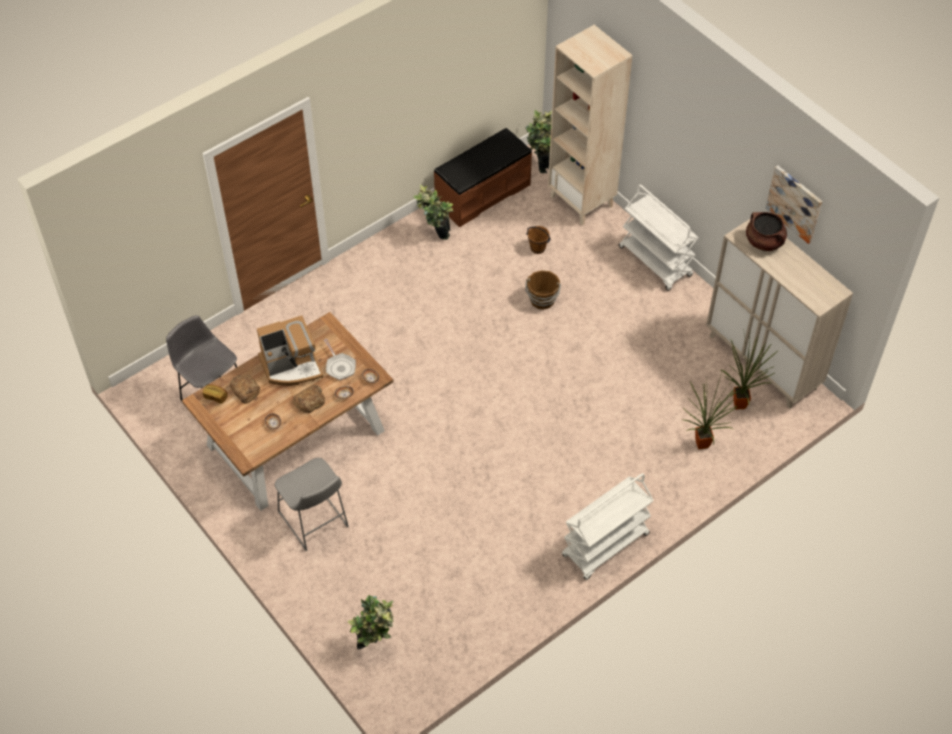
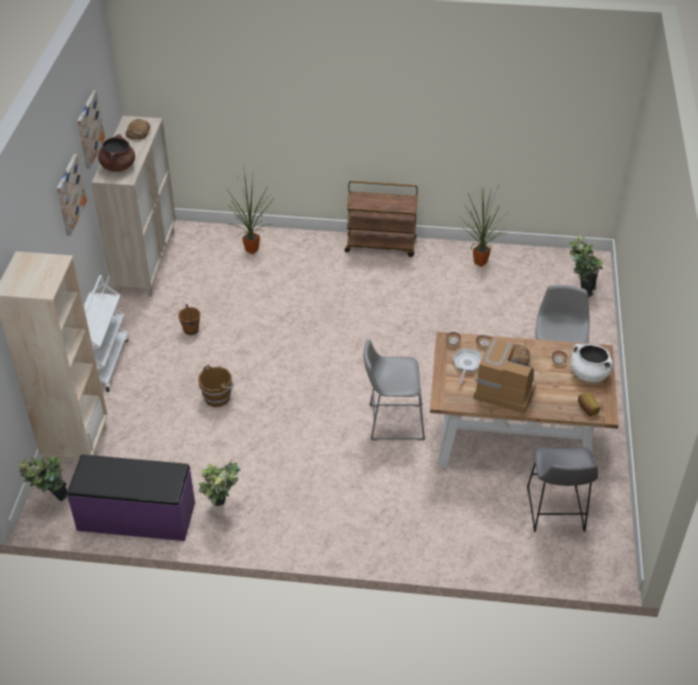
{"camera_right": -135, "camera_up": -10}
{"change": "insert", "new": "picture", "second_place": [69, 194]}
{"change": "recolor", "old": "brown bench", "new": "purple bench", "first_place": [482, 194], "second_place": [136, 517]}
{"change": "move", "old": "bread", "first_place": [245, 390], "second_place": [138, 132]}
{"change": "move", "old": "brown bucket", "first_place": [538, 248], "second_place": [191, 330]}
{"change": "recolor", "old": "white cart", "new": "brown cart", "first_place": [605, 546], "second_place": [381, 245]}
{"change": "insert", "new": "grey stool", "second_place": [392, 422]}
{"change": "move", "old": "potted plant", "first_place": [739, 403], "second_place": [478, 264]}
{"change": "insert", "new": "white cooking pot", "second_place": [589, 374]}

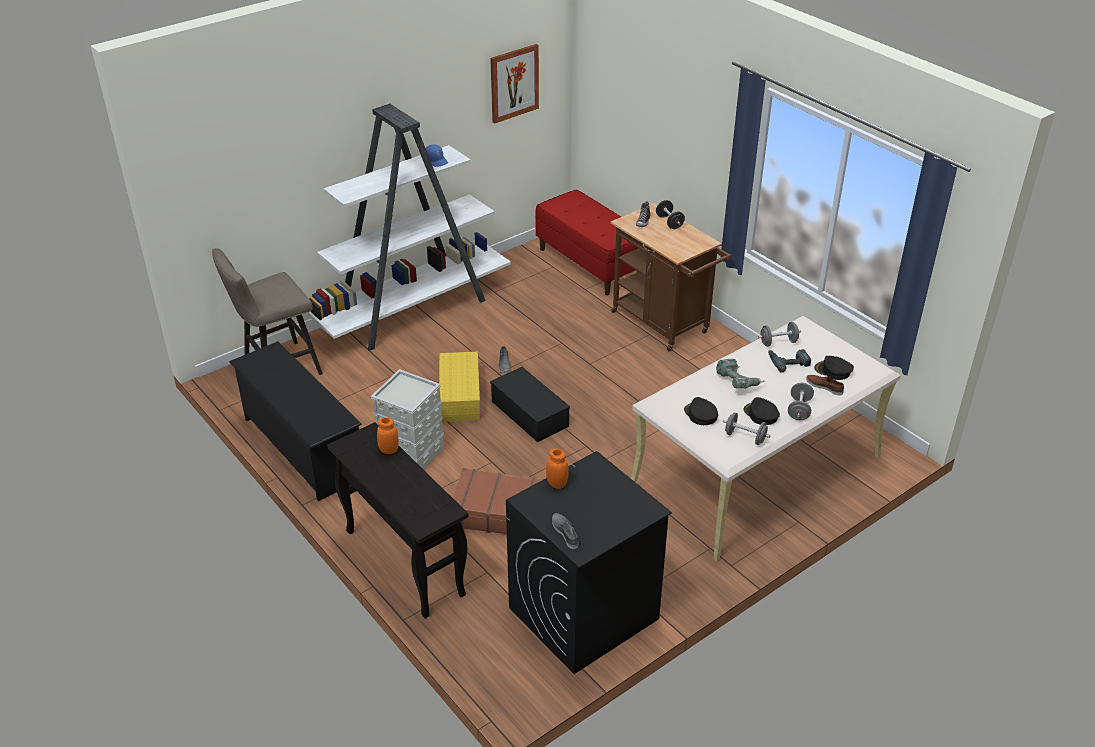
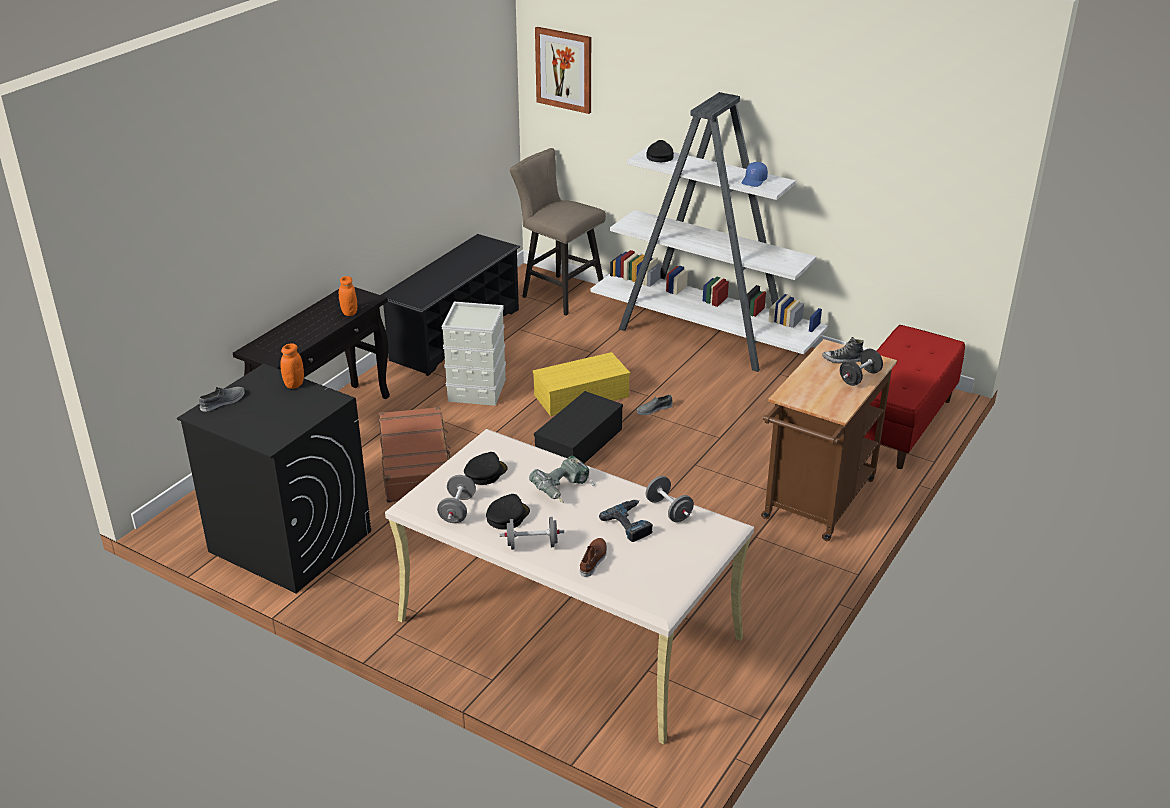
{"camera_right": 70, "camera_up": -5}
{"change": "move", "old": "picture", "first_place": [514, 83], "second_place": [564, 69]}
{"change": "move", "old": "black cap", "first_place": [833, 371], "second_place": [659, 156]}

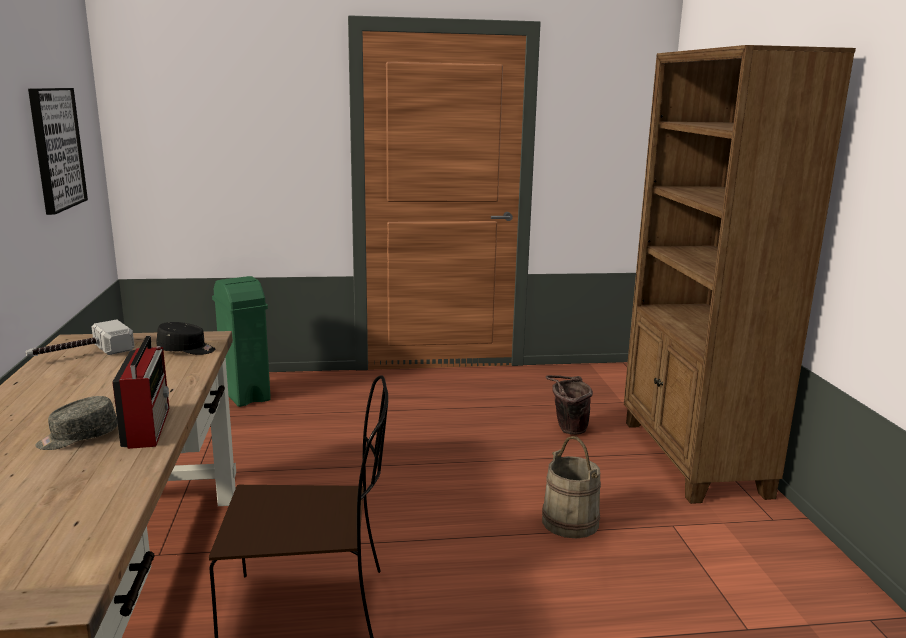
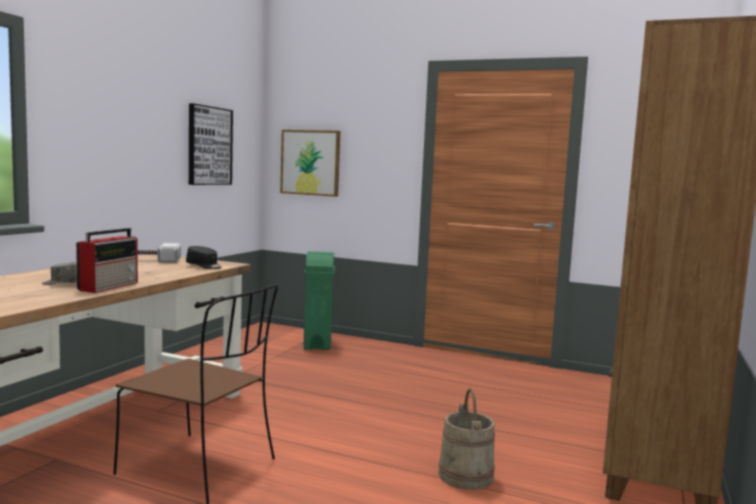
{"camera_right": 30, "camera_up": -10}
{"change": "insert", "new": "picture", "second_place": [310, 162]}
{"change": "delete", "old": "brown bucket", "first_place": [567, 429]}

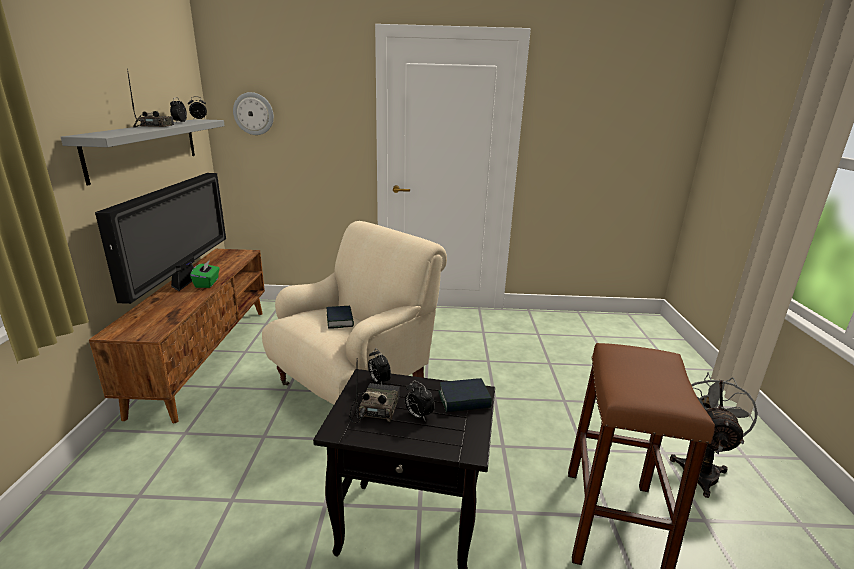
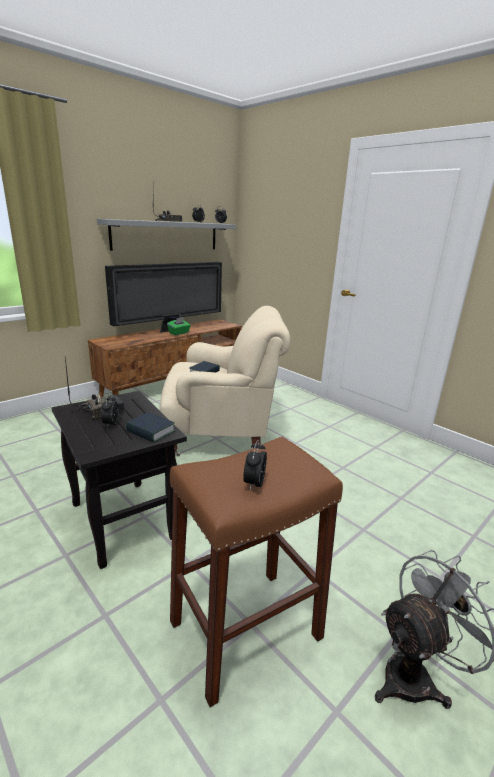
{"camera_right": 45, "camera_up": 0}
{"change": "move", "old": "alarm clock", "first_place": [378, 381], "second_place": [254, 483]}
{"change": "delete", "old": "wall clock", "first_place": [253, 113]}

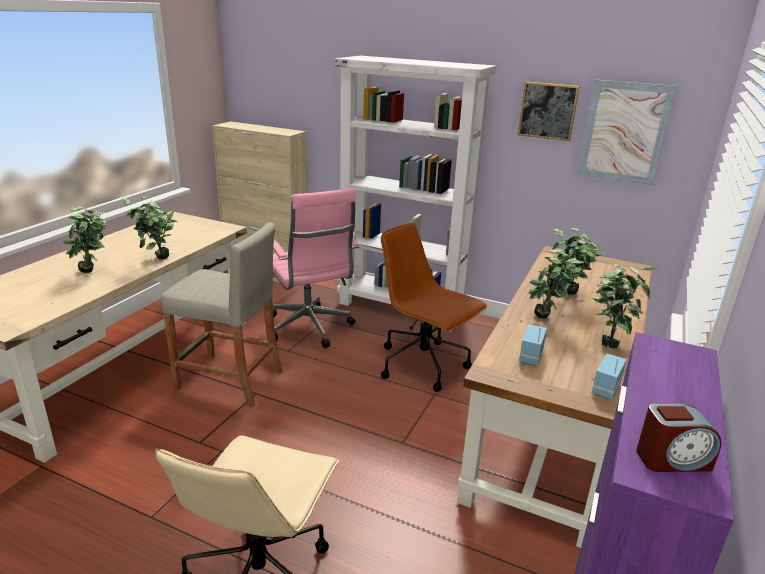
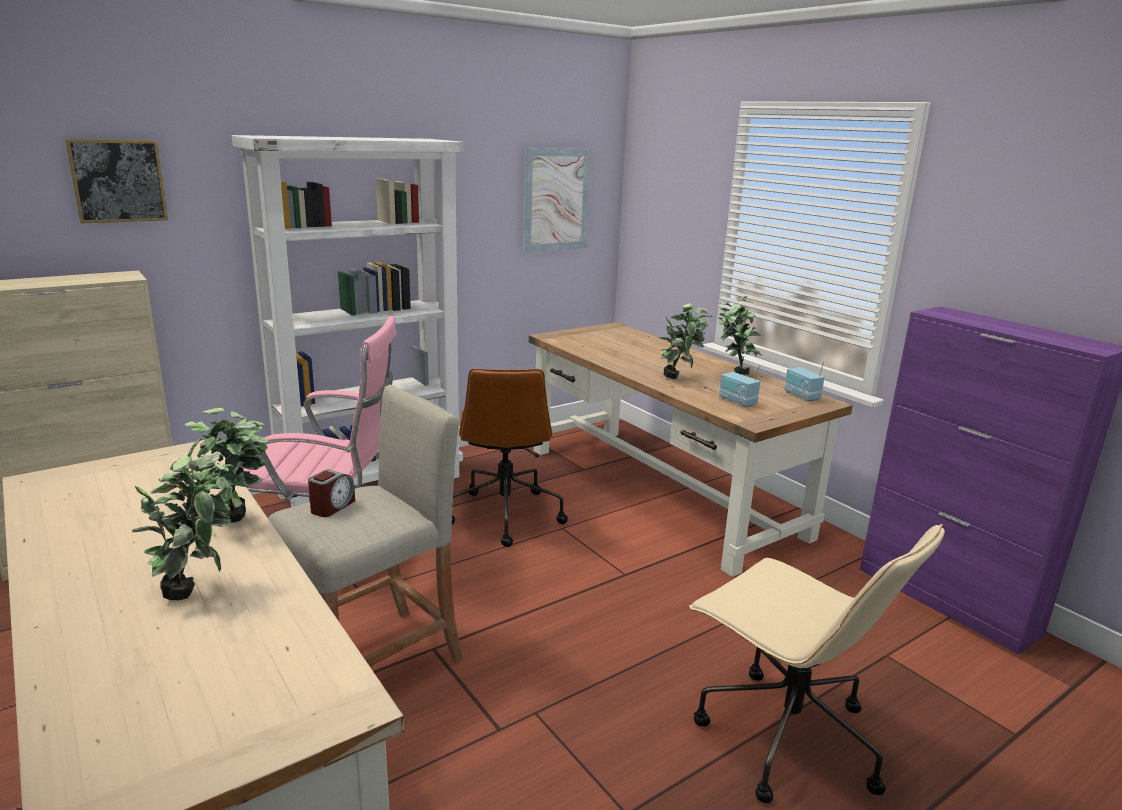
{"camera_right": -60, "camera_up": -5}
{"change": "move", "old": "picture", "first_place": [548, 111], "second_place": [118, 181]}
{"change": "move", "old": "alarm clock", "first_place": [672, 459], "second_place": [332, 507]}
{"change": "rotate", "old": "brown office chair", "first_place": [424, 365], "second_place": [504, 514], "degrees": -75}
{"change": "delete", "old": "potted plant", "first_place": [568, 295]}

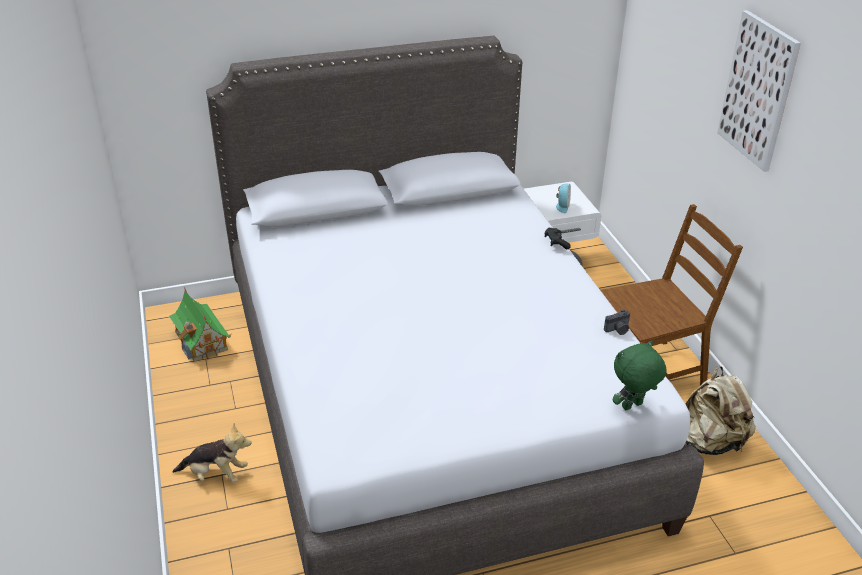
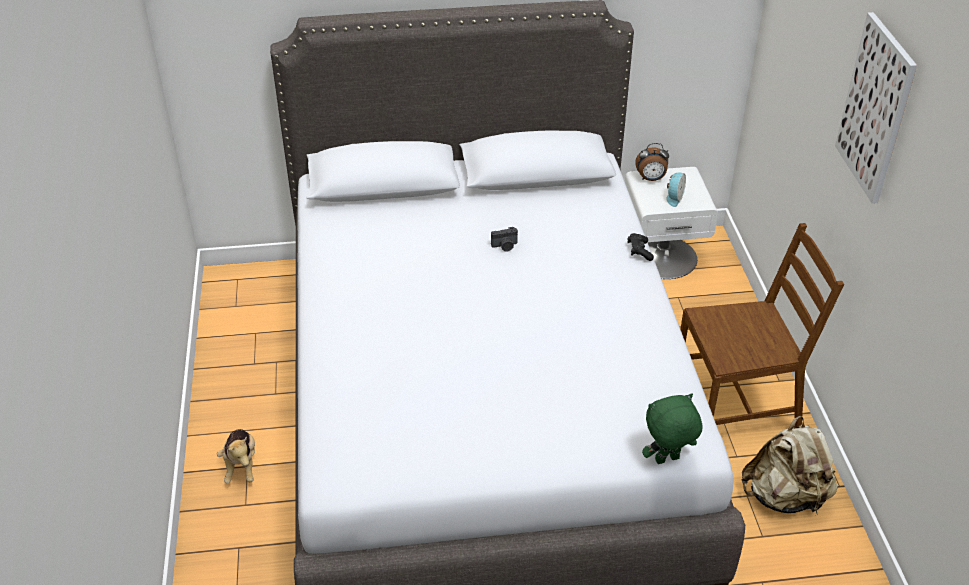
{"camera_right": 10, "camera_up": 5}
{"change": "rotate", "old": "plush toy", "first_place": [216, 474], "second_place": [241, 465], "degrees": 60}
{"change": "move", "old": "photo camera", "first_place": [618, 330], "second_place": [505, 246]}
{"change": "insert", "new": "alarm clock", "second_place": [651, 179]}
{"change": "delete", "old": "toy house", "first_place": [201, 341]}

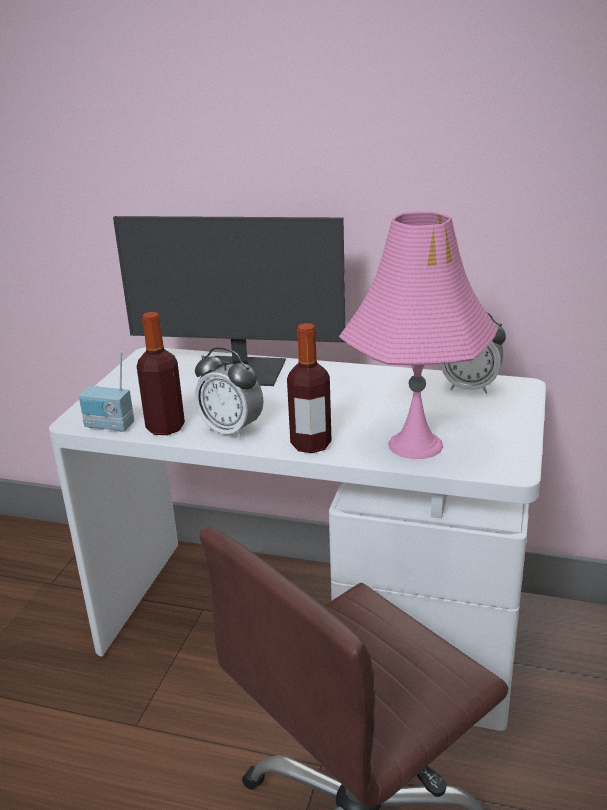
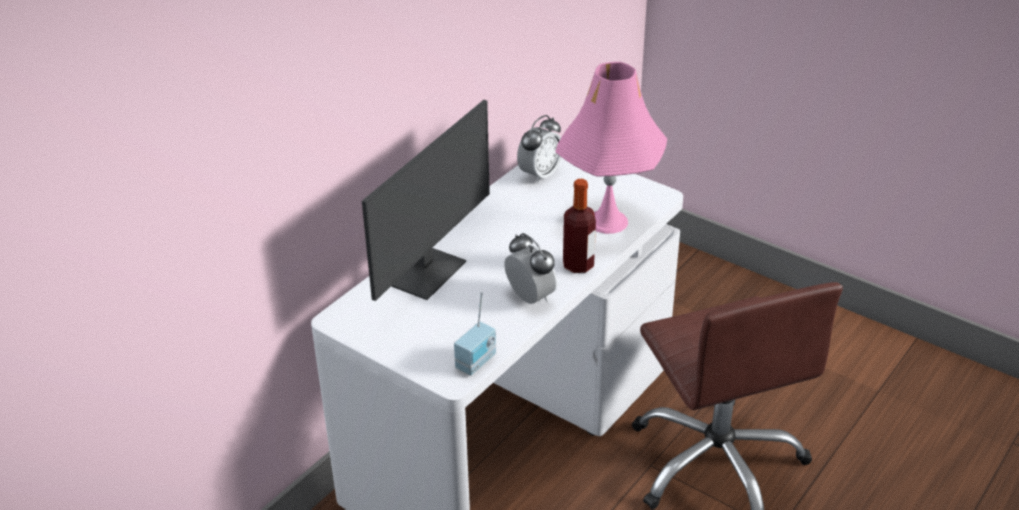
{"camera_right": -70, "camera_up": 10}
{"change": "rotate", "old": "alarm clock", "first_place": [231, 430], "second_place": [530, 297], "degrees": -90}
{"change": "delete", "old": "bottle", "first_place": [165, 428]}

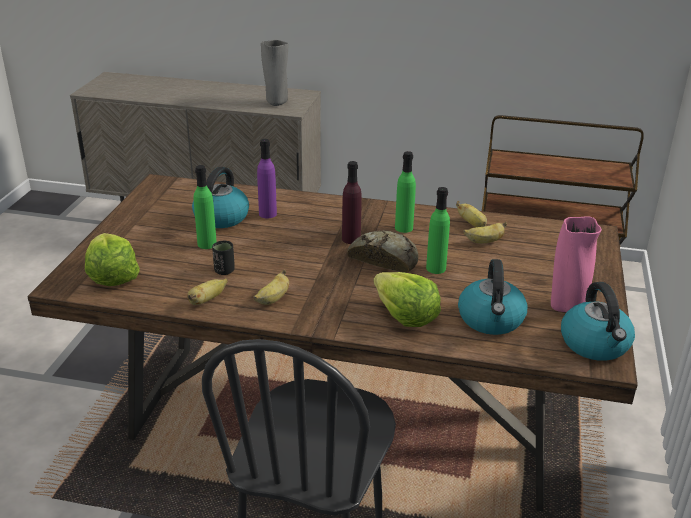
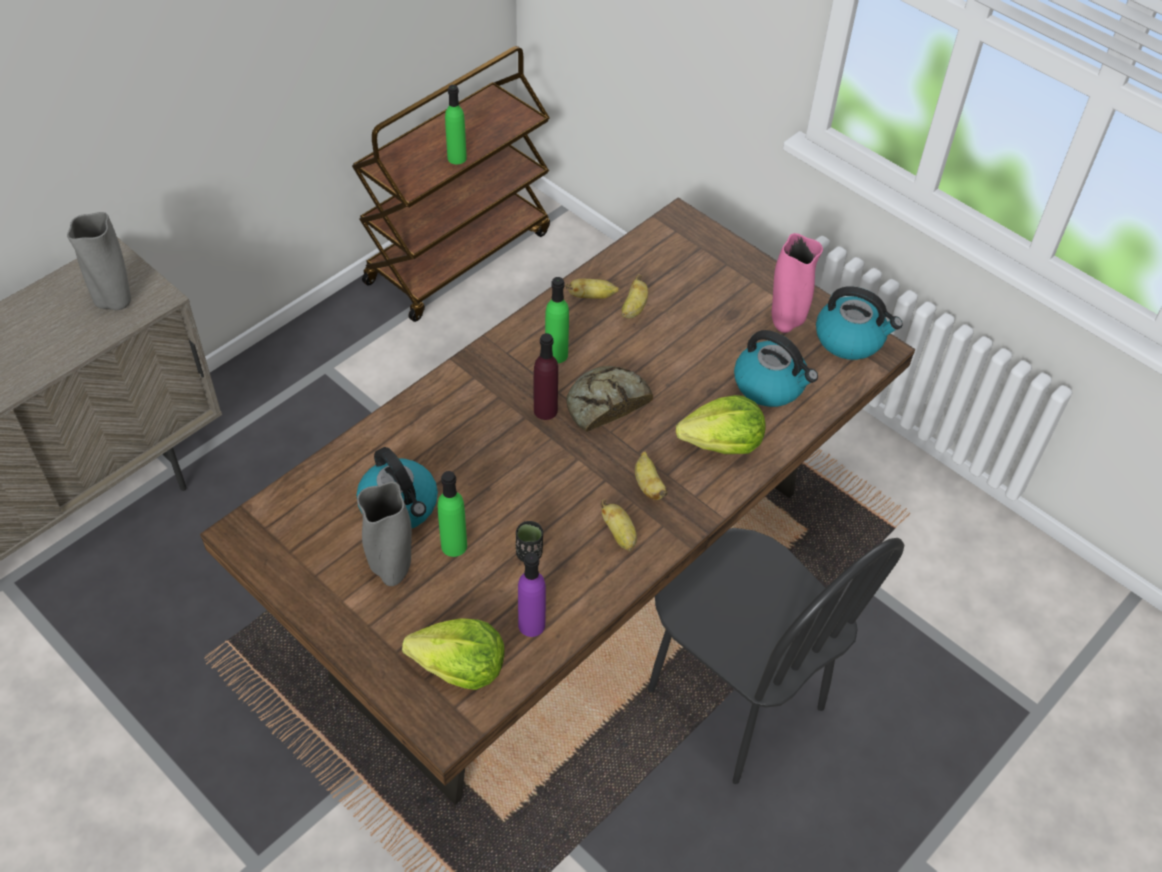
{"camera_right": -60, "camera_up": 20}
{"change": "insert", "new": "grey vase", "second_place": [392, 570]}
{"change": "move", "old": "green bottle", "first_place": [436, 268], "second_place": [457, 158]}
{"change": "move", "old": "purple bottle", "first_place": [267, 214], "second_place": [531, 625]}
{"change": "move", "old": "banana", "first_place": [207, 300], "second_place": [648, 485]}

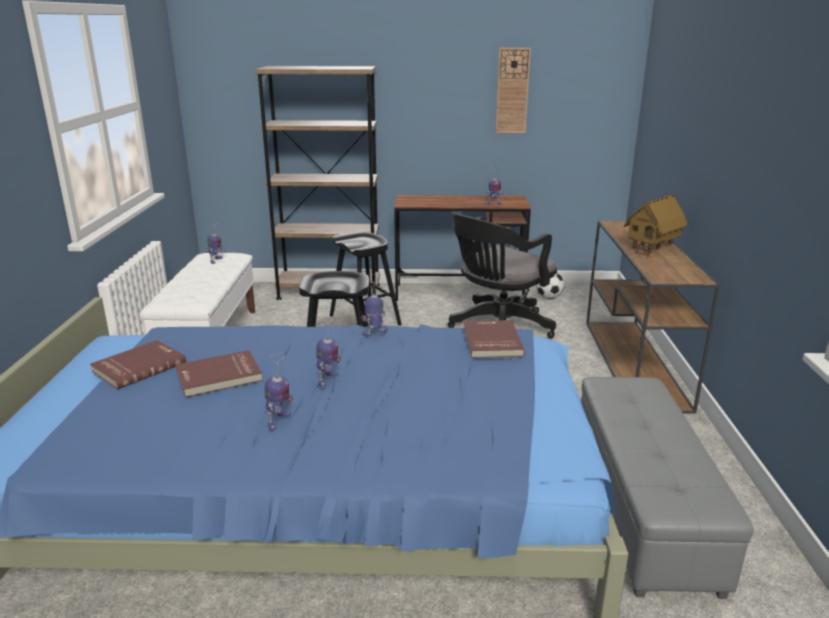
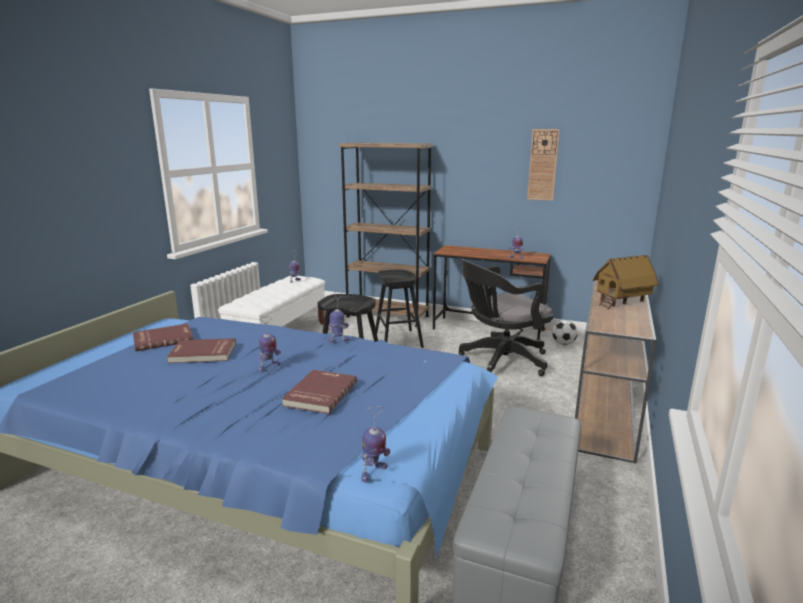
{"camera_right": 20, "camera_up": -5}
{"change": "move", "old": "red book", "first_place": [491, 342], "second_place": [319, 393]}
{"change": "move", "old": "toy robot", "first_place": [278, 421], "second_place": [373, 473]}

